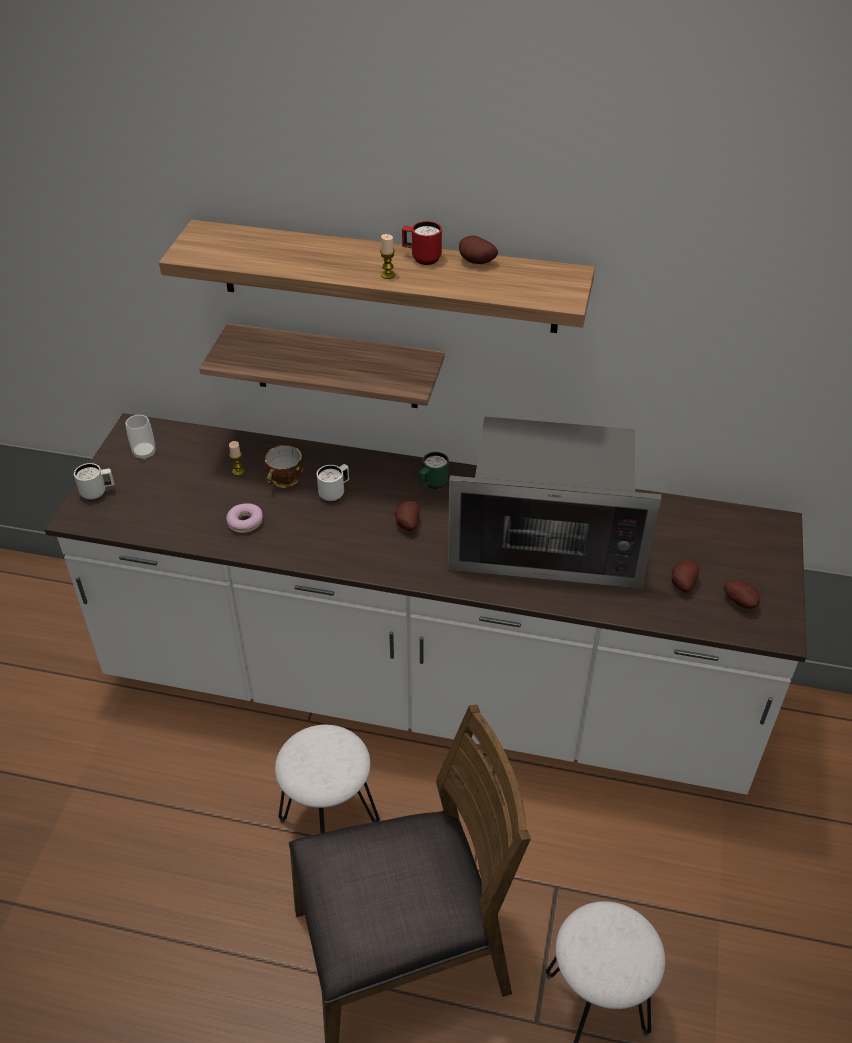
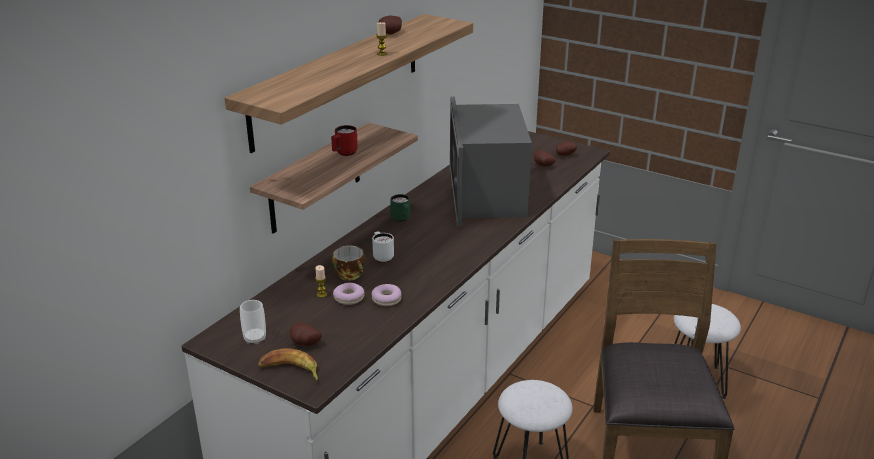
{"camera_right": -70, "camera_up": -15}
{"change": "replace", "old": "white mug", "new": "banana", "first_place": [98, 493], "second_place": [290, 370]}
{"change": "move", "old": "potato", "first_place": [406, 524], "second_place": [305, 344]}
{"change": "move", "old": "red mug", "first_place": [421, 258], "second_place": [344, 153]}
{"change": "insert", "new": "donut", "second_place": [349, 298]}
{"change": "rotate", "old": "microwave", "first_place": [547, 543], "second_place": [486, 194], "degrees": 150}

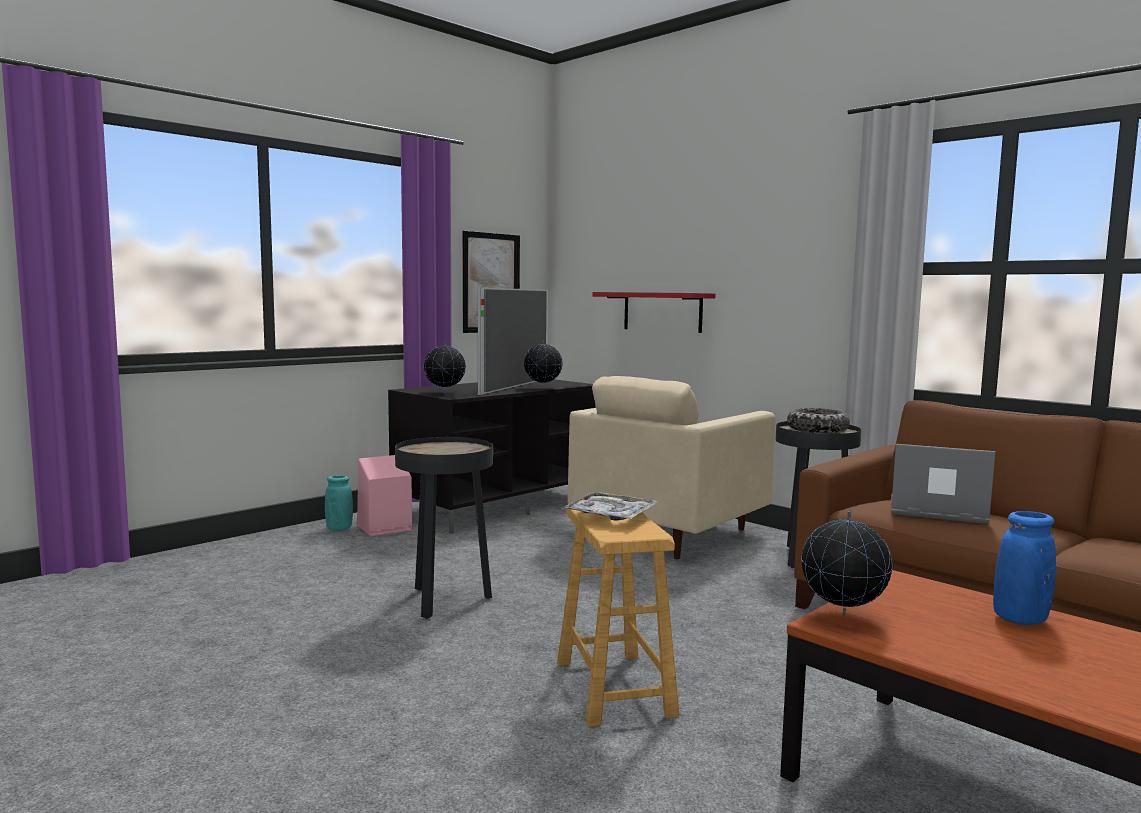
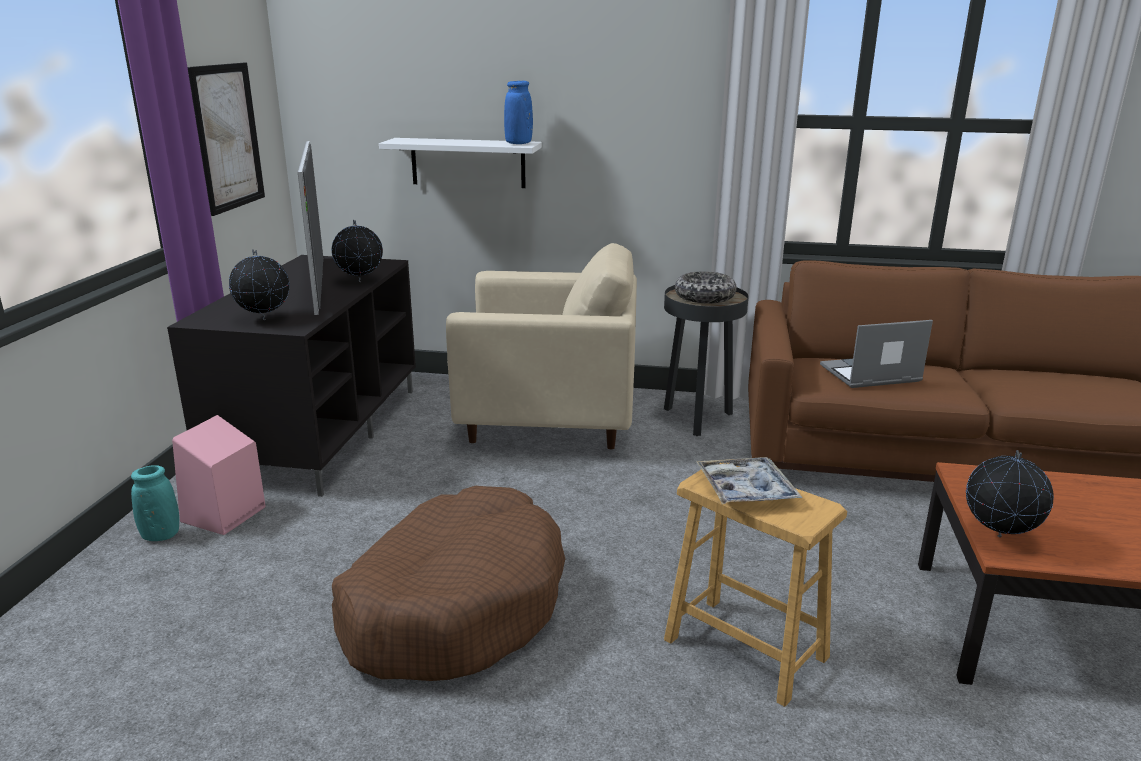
{"camera_right": -35, "camera_up": 15}
{"change": "replace", "old": "black side table", "new": "brown dog bed", "first_place": [445, 602], "second_place": [454, 605]}
{"change": "recolor", "old": "red shelf", "new": "white shelf", "first_place": [662, 311], "second_place": [468, 163]}
{"change": "rotate", "old": "beige armchair", "first_place": [670, 533], "second_place": [547, 423], "degrees": -90}
{"change": "move", "old": "blue vase", "first_place": [1020, 619], "second_place": [518, 143]}

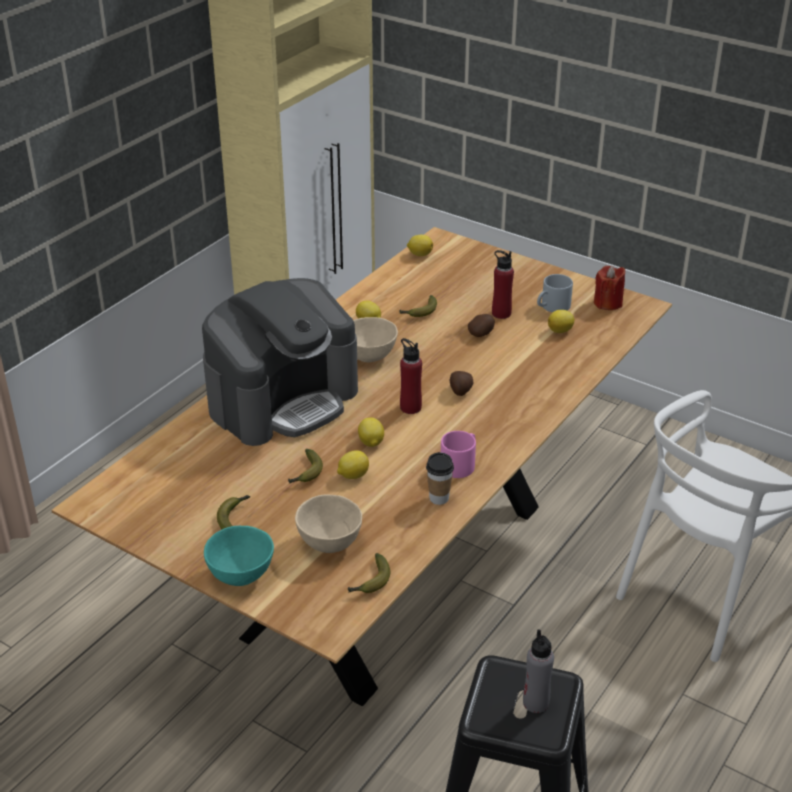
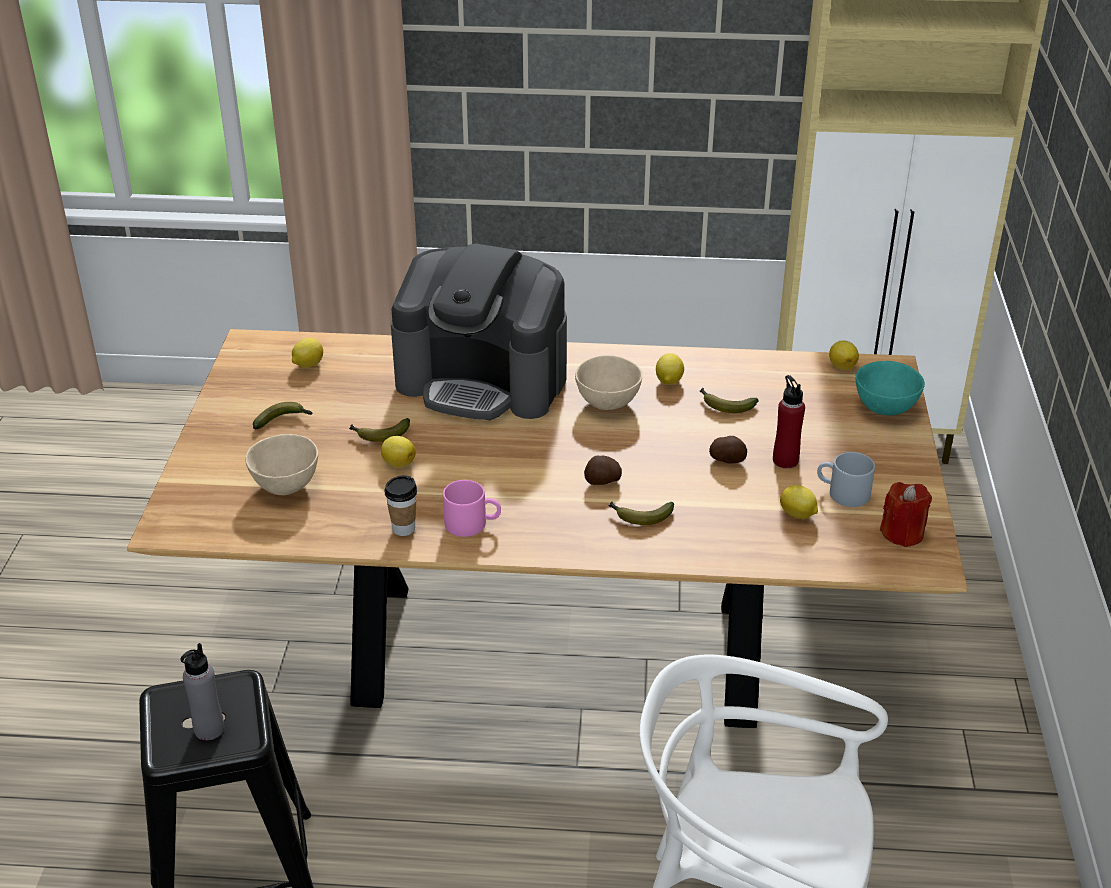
{"camera_right": 60, "camera_up": 0}
{"change": "move", "old": "lemon", "first_place": [371, 443], "second_place": [308, 364]}
{"change": "move", "old": "banana", "first_place": [370, 582], "second_place": [639, 516]}
{"change": "move", "old": "turquoise bowl", "first_place": [242, 575], "second_place": [886, 409]}
{"change": "delete", "old": "red bottle", "first_place": [410, 407]}

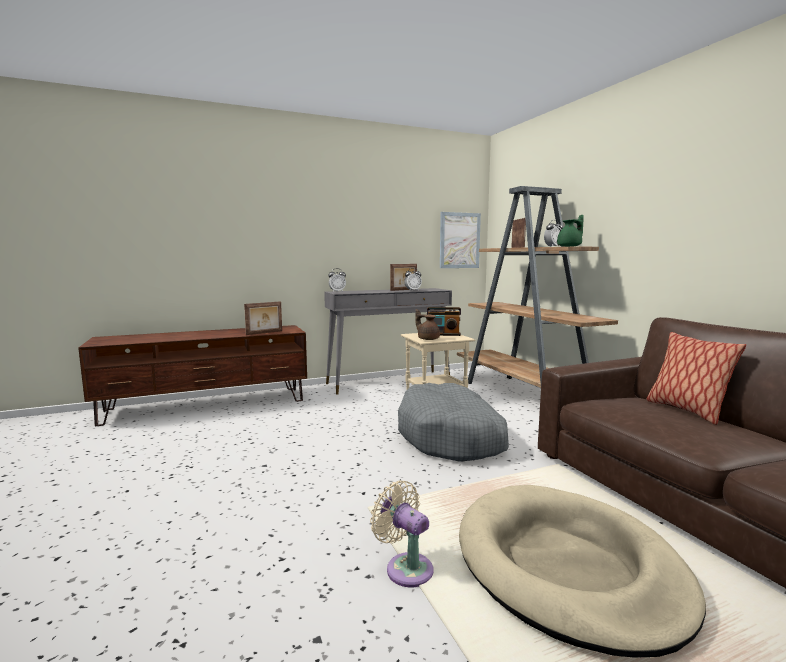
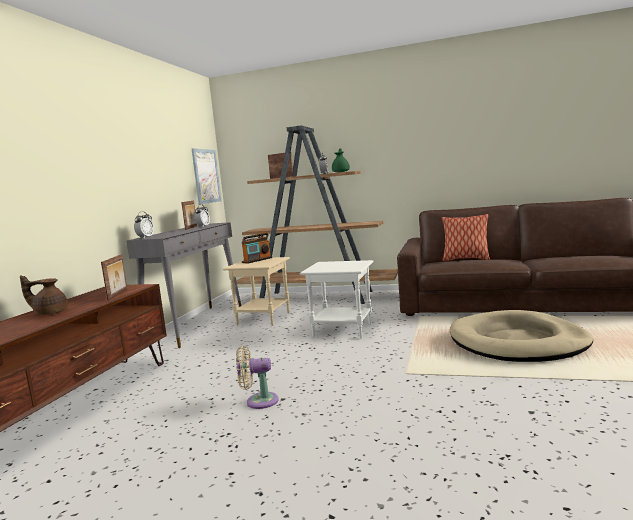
{"camera_right": -50, "camera_up": 0}
{"change": "move", "old": "brown teapot", "first_place": [427, 339], "second_place": [50, 313]}
{"change": "move", "old": "beige fan", "first_place": [406, 567], "second_place": [258, 401]}
{"change": "replace", "old": "grey dog bed", "new": "white side table", "first_place": [451, 437], "second_place": [342, 330]}

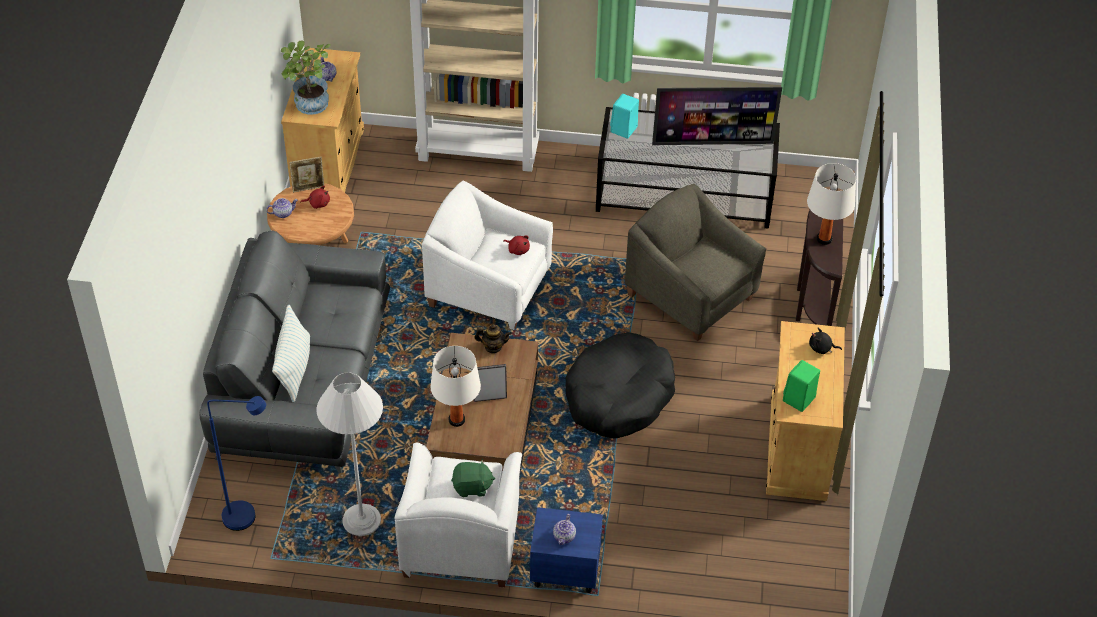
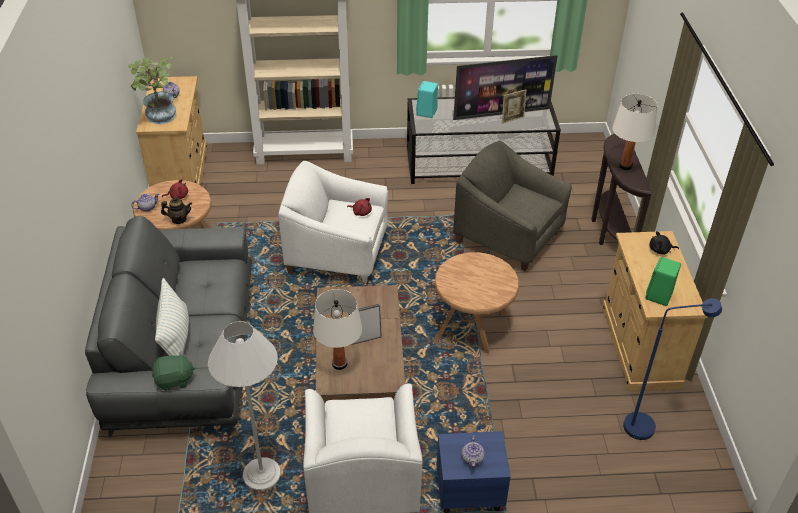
{"camera_right": -10, "camera_up": -5}
{"change": "move", "old": "green plush toy", "first_place": [472, 487], "second_place": [174, 380]}
{"change": "move", "old": "teapot", "first_place": [493, 347], "second_place": [179, 219]}
{"change": "replace", "old": "black dog bed", "new": "brown side table", "first_place": [618, 396], "second_place": [472, 325]}
{"change": "move", "old": "picture frame", "first_place": [308, 188], "second_place": [512, 119]}
{"change": "move", "old": "blue floor lamp", "first_place": [248, 517], "second_place": [647, 426]}

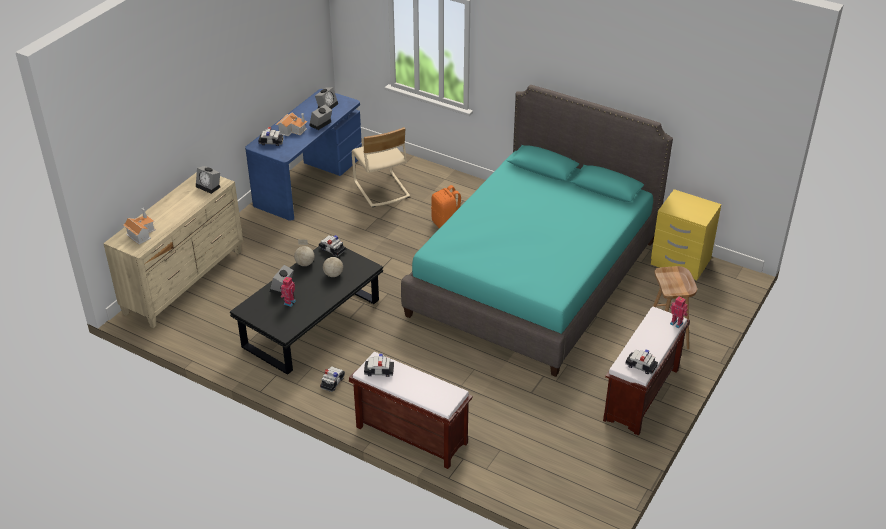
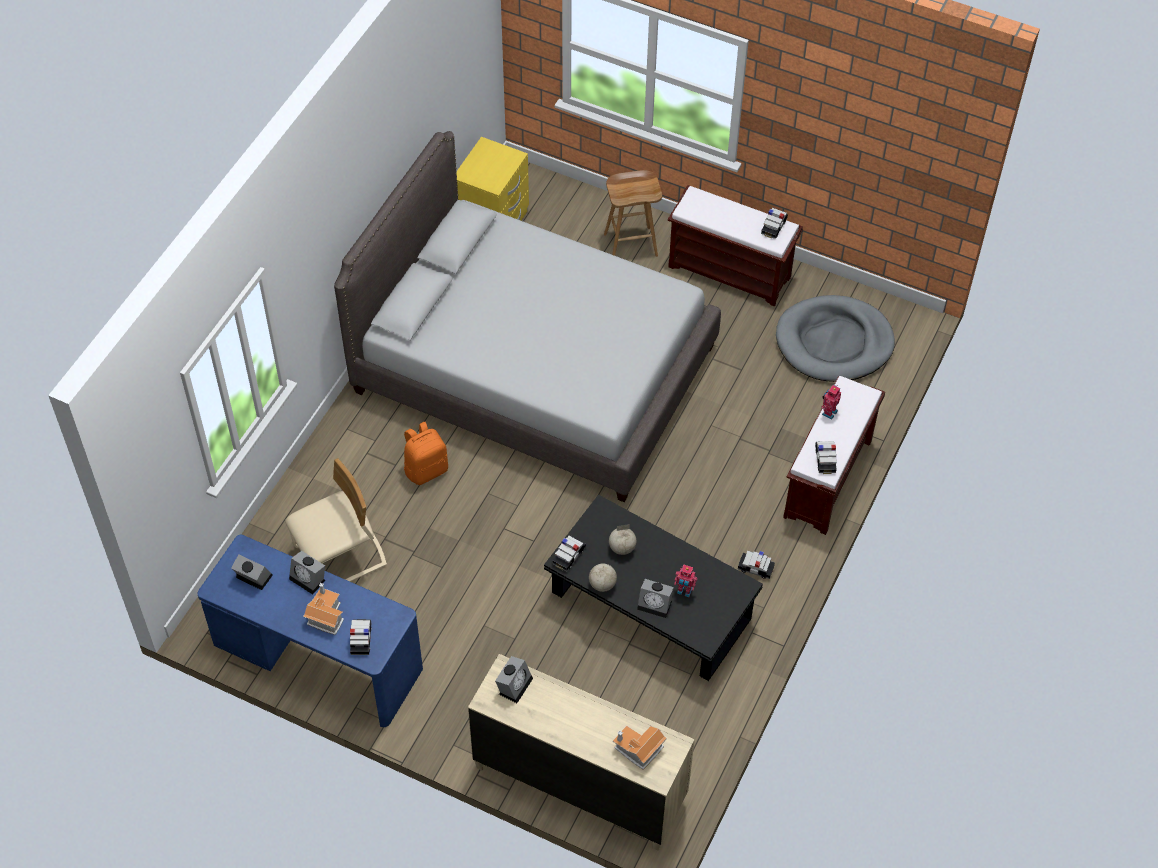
{"camera_right": -95, "camera_up": 15}
{"change": "recolor", "old": "turquoise bed", "new": "grey bed", "first_place": [534, 277], "second_place": [534, 369]}
{"change": "insert", "new": "grey dog bed", "second_place": [834, 342]}
{"change": "move", "old": "toy robot", "first_place": [677, 323], "second_place": [828, 412]}

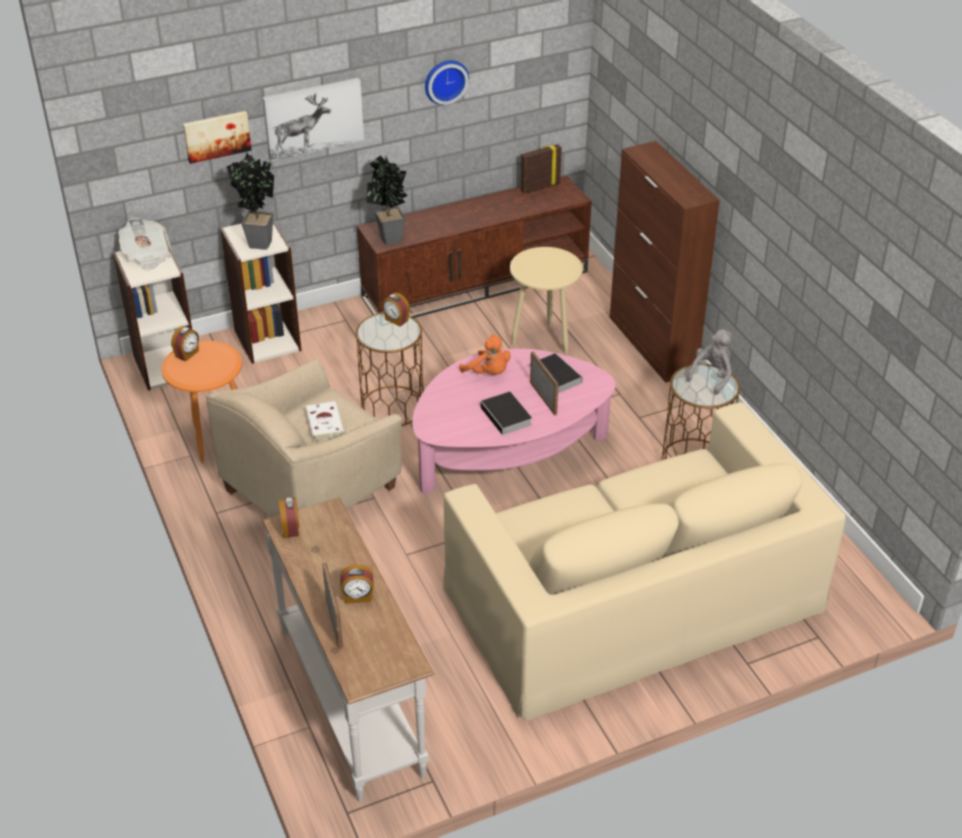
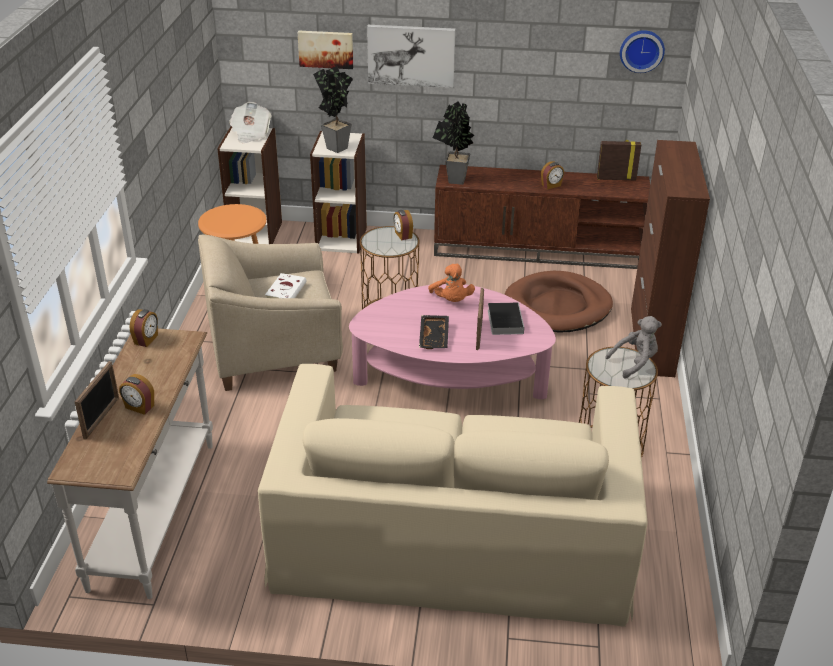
{"camera_right": 30, "camera_up": -5}
{"change": "replace", "old": "book", "new": "black tray", "first_place": [507, 417], "second_place": [435, 337]}
{"change": "replace", "old": "beige side table", "new": "brown dog bed", "first_place": [543, 339], "second_place": [557, 306]}
{"change": "move", "old": "alarm clock", "first_place": [187, 354], "second_place": [551, 185]}
{"change": "move", "old": "wall clock", "first_place": [445, 80], "second_place": [641, 50]}

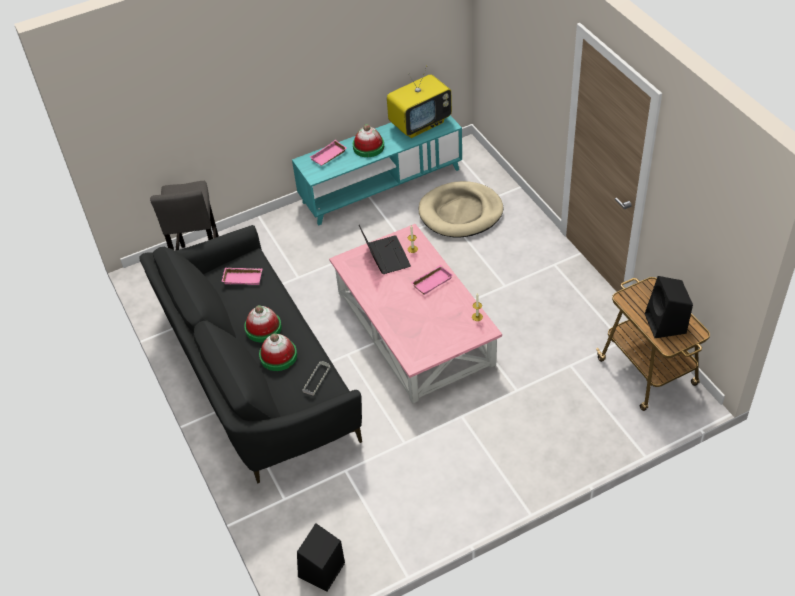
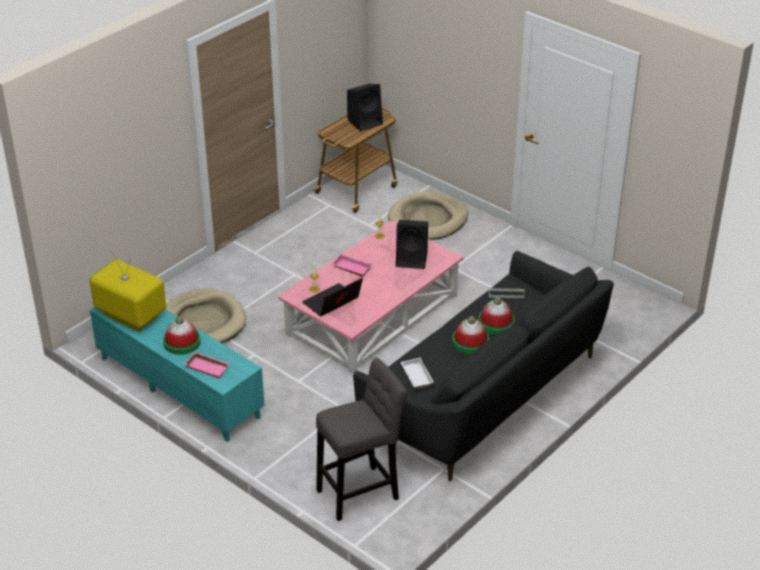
{"camera_right": -115, "camera_up": -10}
{"change": "insert", "new": "beige dog bed", "second_place": [428, 219]}
{"change": "move", "old": "black speaker", "first_place": [321, 571], "second_place": [412, 259]}
{"change": "recolor", "old": "pink tray", "new": "white tray", "first_place": [243, 277], "second_place": [415, 376]}

